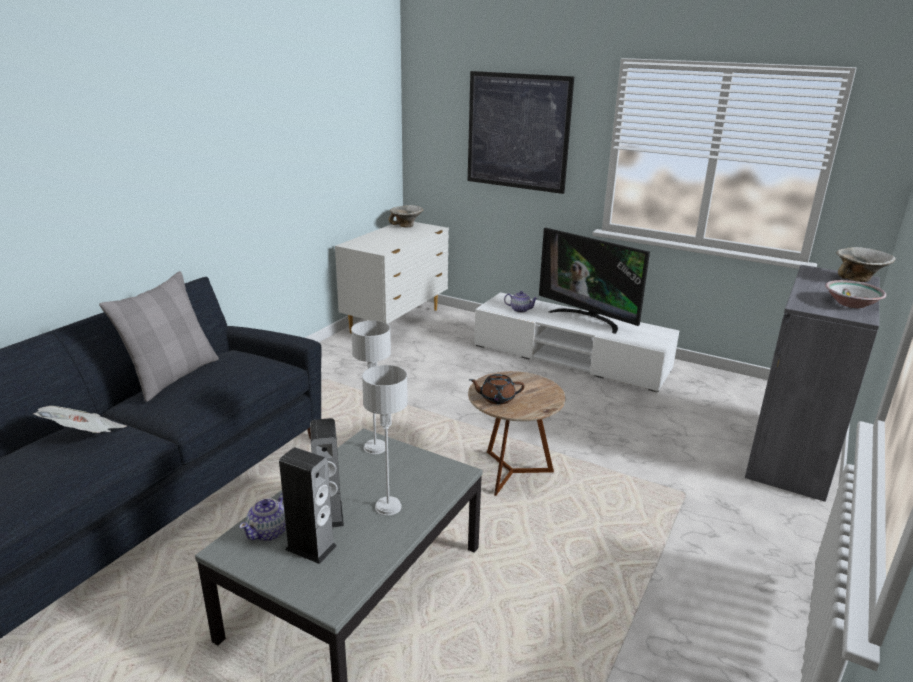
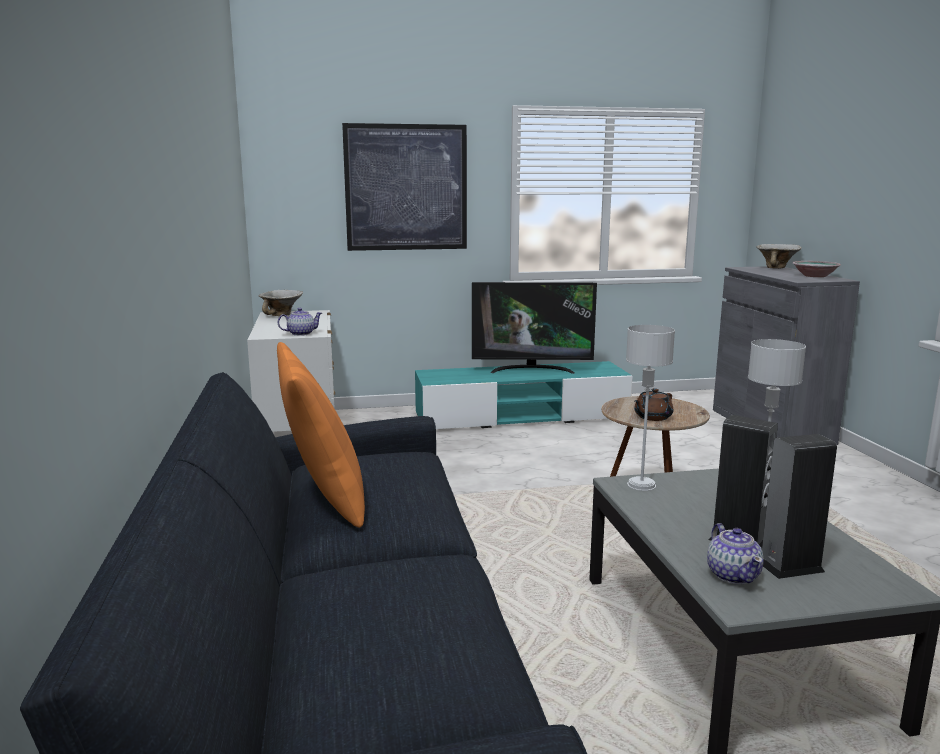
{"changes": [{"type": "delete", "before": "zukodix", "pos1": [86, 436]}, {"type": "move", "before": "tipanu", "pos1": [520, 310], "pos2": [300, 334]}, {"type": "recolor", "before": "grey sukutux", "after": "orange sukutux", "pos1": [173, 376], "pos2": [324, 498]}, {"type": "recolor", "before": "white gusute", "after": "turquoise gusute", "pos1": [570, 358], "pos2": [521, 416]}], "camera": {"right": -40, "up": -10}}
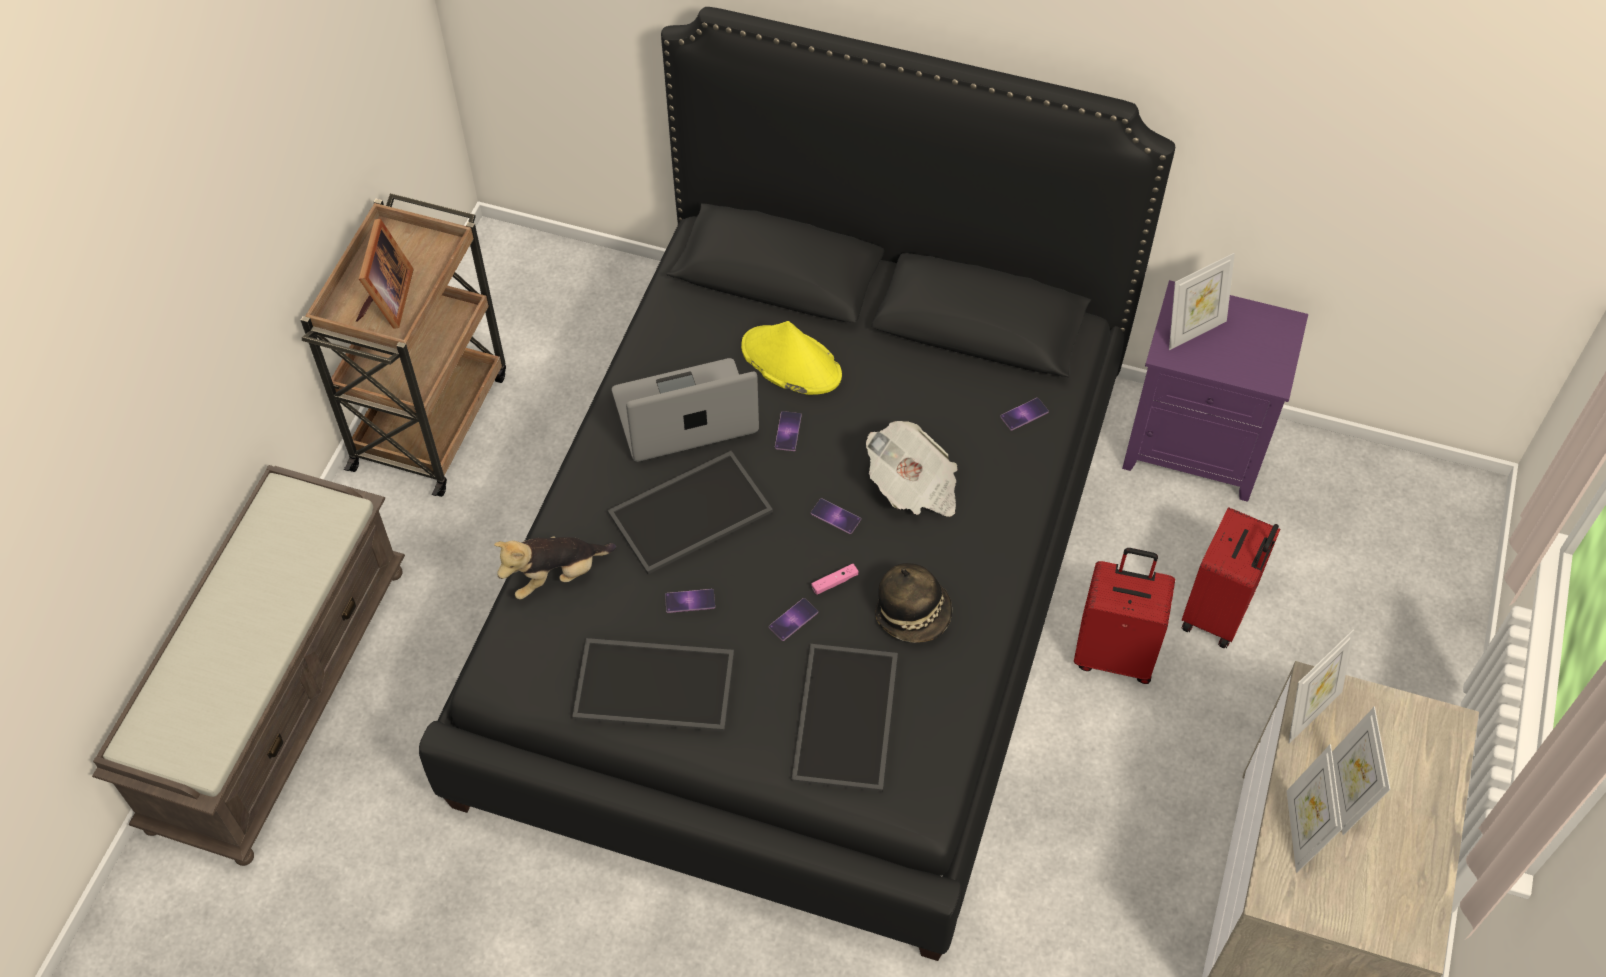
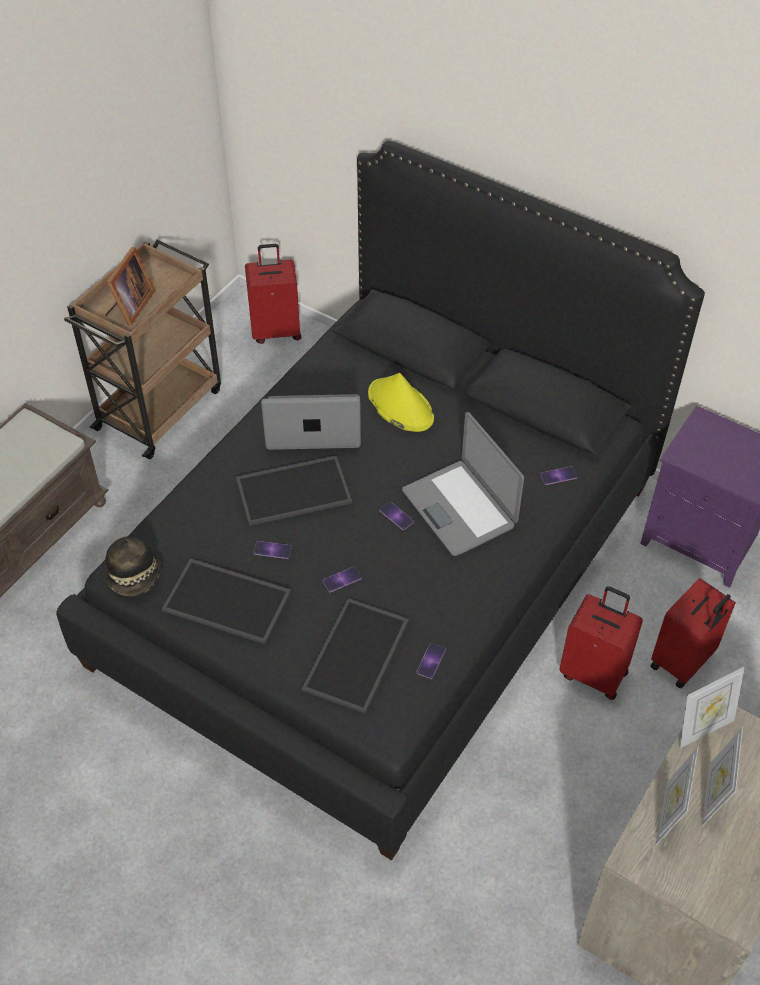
{"changes": [{"type": "delete", "before": "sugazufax", "pos1": [556, 576]}, {"type": "delete", "before": "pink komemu", "pos1": [834, 582]}, {"type": "delete", "before": "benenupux", "pos1": [1193, 330]}, {"type": "insert", "after": "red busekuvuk", "pos2": [276, 331]}, {"type": "move", "before": "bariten", "pos1": [788, 431], "pos2": [431, 661]}, {"type": "move", "before": "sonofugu", "pos1": [914, 614], "pos2": [135, 577]}, {"type": "replace", "before": "zukodix", "after": "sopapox", "pos1": [913, 487], "pos2": [460, 508]}], "camera": {"right": 15, "up": -5}}
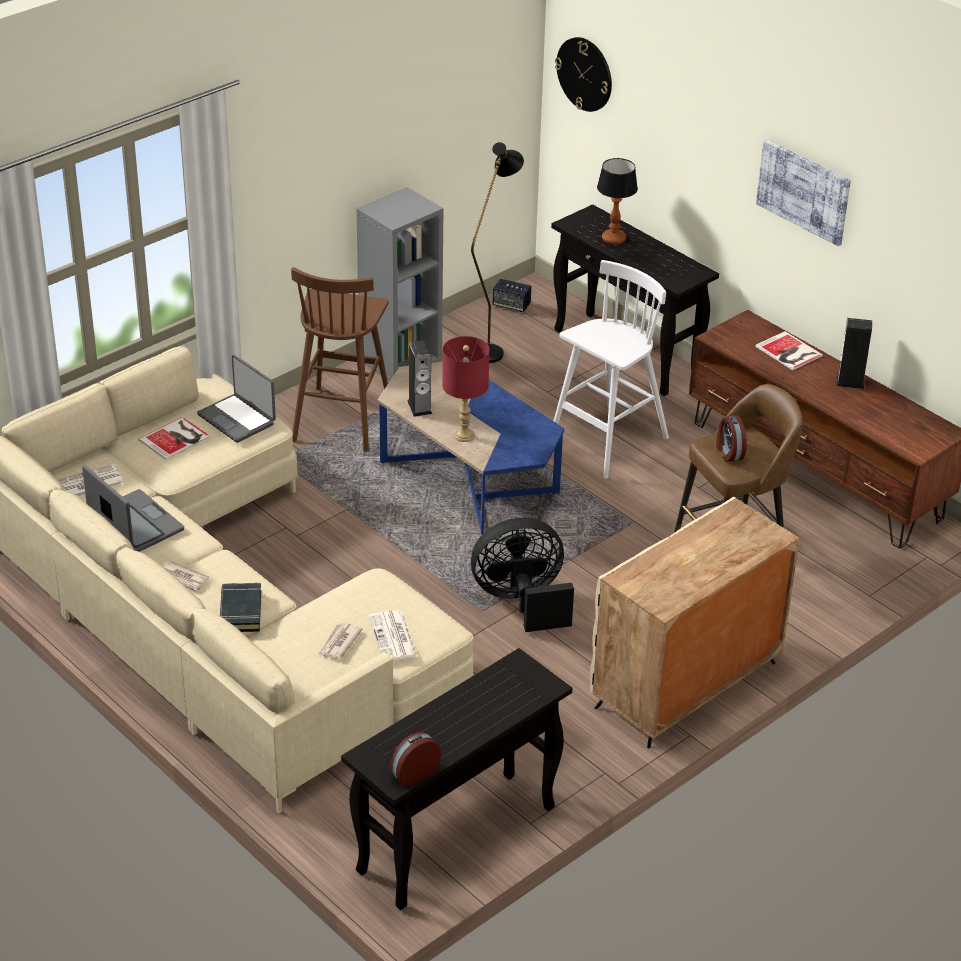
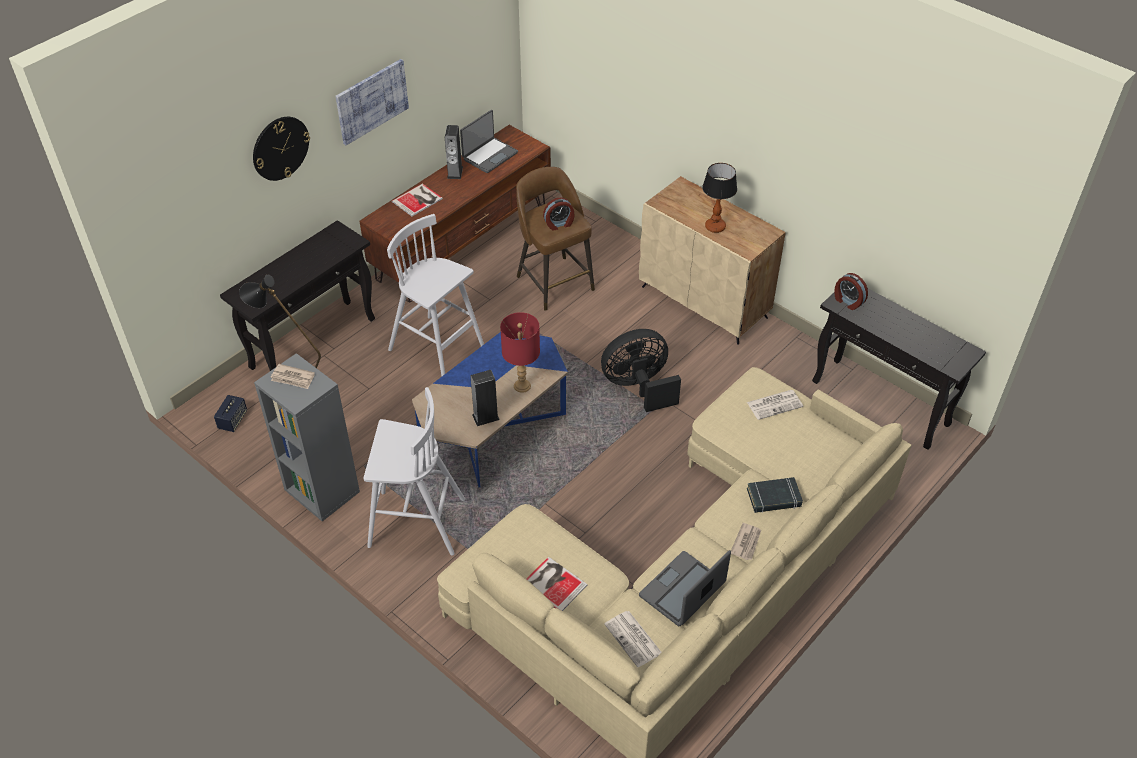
{"changes": [{"type": "move", "before": "sopapox", "pos1": [237, 419], "pos2": [489, 155]}, {"type": "move", "before": "zukodix", "pos1": [338, 643], "pos2": [293, 378]}, {"type": "move", "before": "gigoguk", "pos1": [414, 773], "pos2": [848, 301]}, {"type": "move", "before": "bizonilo", "pos1": [585, 74], "pos2": [280, 148]}, {"type": "move", "before": "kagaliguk", "pos1": [614, 239], "pos2": [714, 227]}, {"type": "recolor", "before": "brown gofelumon", "after": "white gofelumon", "pos1": [342, 418], "pos2": [414, 522]}, {"type": "rotate", "before": "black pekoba", "pos1": [522, 602], "pos2": [639, 387], "turn": 90}], "camera": {"right": -95, "up": 10}}
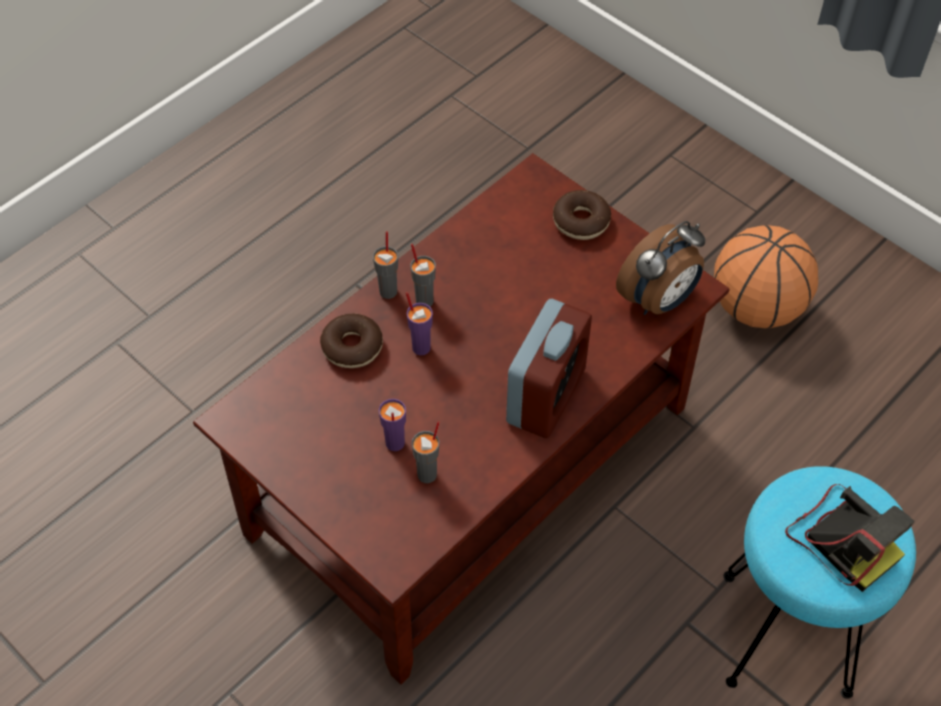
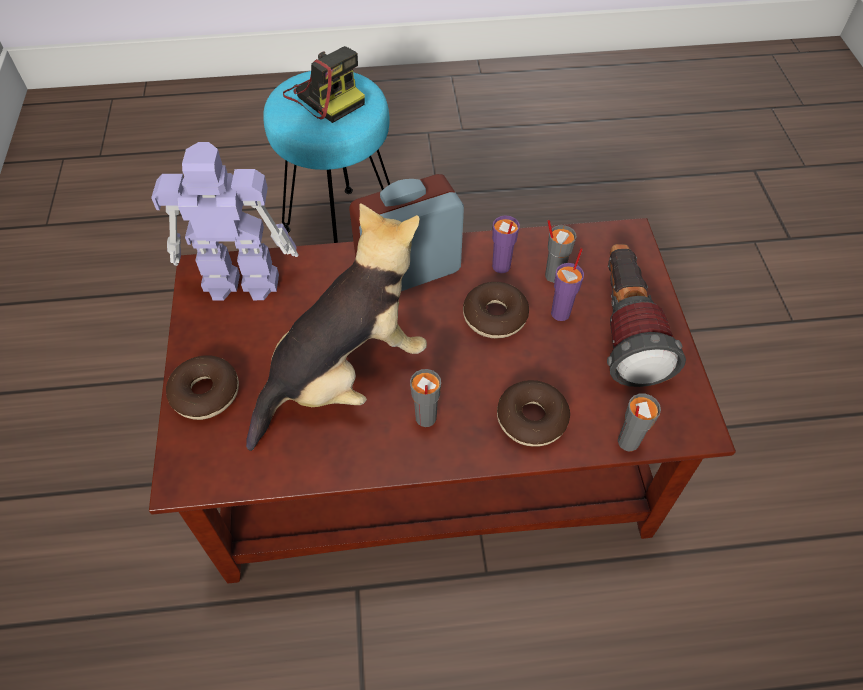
{"changes": [{"type": "delete", "before": "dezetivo", "pos1": [756, 307]}, {"type": "insert", "after": "sugazufax", "pos2": [346, 374]}, {"type": "insert", "after": "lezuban", "pos2": [495, 316]}, {"type": "insert", "after": "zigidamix", "pos2": [625, 329]}, {"type": "move", "before": "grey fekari", "pos1": [388, 291], "pos2": [627, 442]}, {"type": "move", "before": "purple fekari", "pos1": [421, 347], "pos2": [501, 266]}, {"type": "replace", "before": "gigoguk", "after": "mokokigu", "pos1": [659, 300], "pos2": [239, 281]}, {"type": "rotate", "before": "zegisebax", "pos1": [842, 539], "pos2": [325, 96], "turn": 135}], "camera": {"right": -140, "up": 0}}
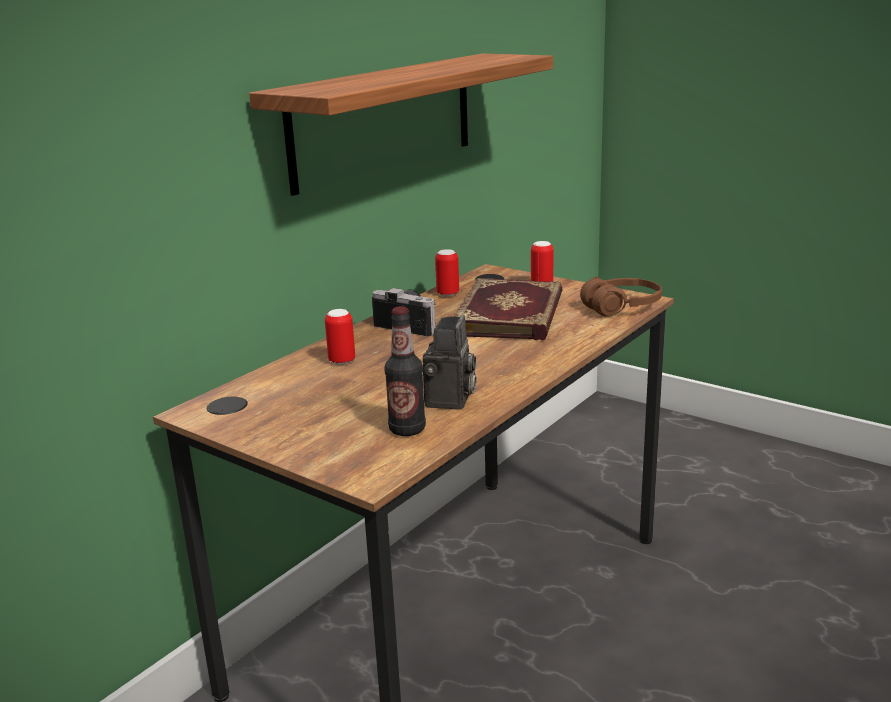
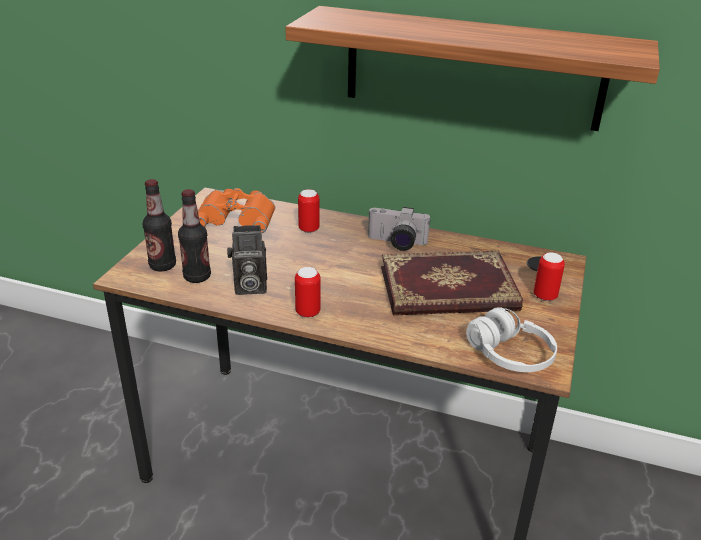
{"changes": [{"type": "insert", "after": "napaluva", "pos2": [162, 266]}, {"type": "insert", "after": "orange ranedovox", "pos2": [237, 216]}, {"type": "move", "before": "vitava", "pos1": [448, 294], "pos2": [308, 312]}, {"type": "recolor", "before": "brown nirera", "after": "white nirera", "pos1": [622, 307], "pos2": [510, 355]}, {"type": "rotate", "before": "zegisebax", "pos1": [410, 324], "pos2": [396, 243], "turn": 90}], "camera": {"right": 70, "up": 10}}
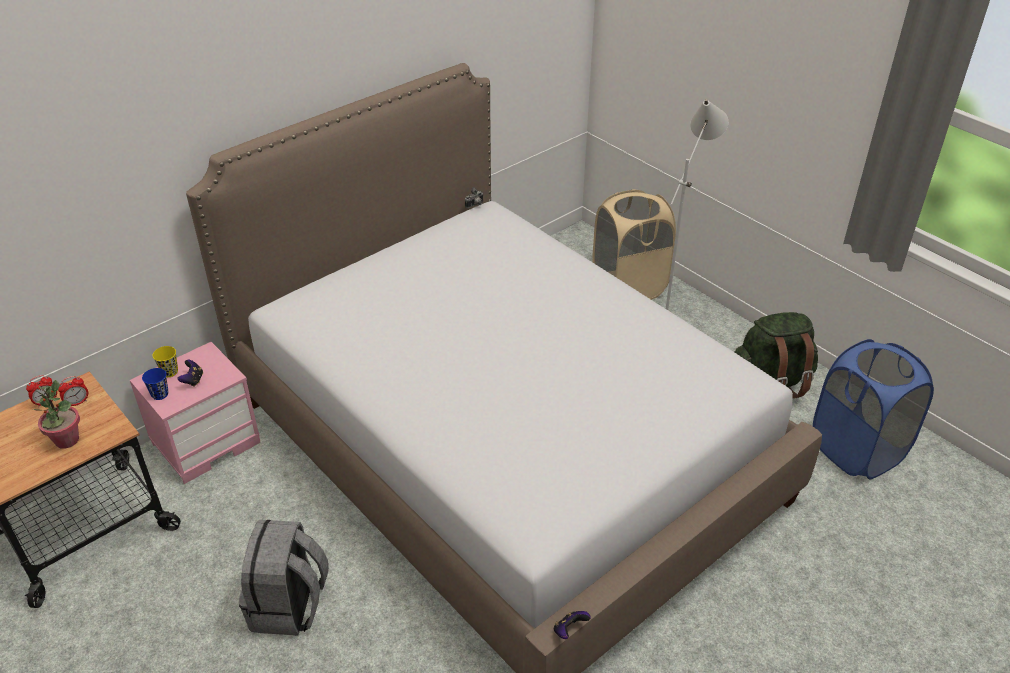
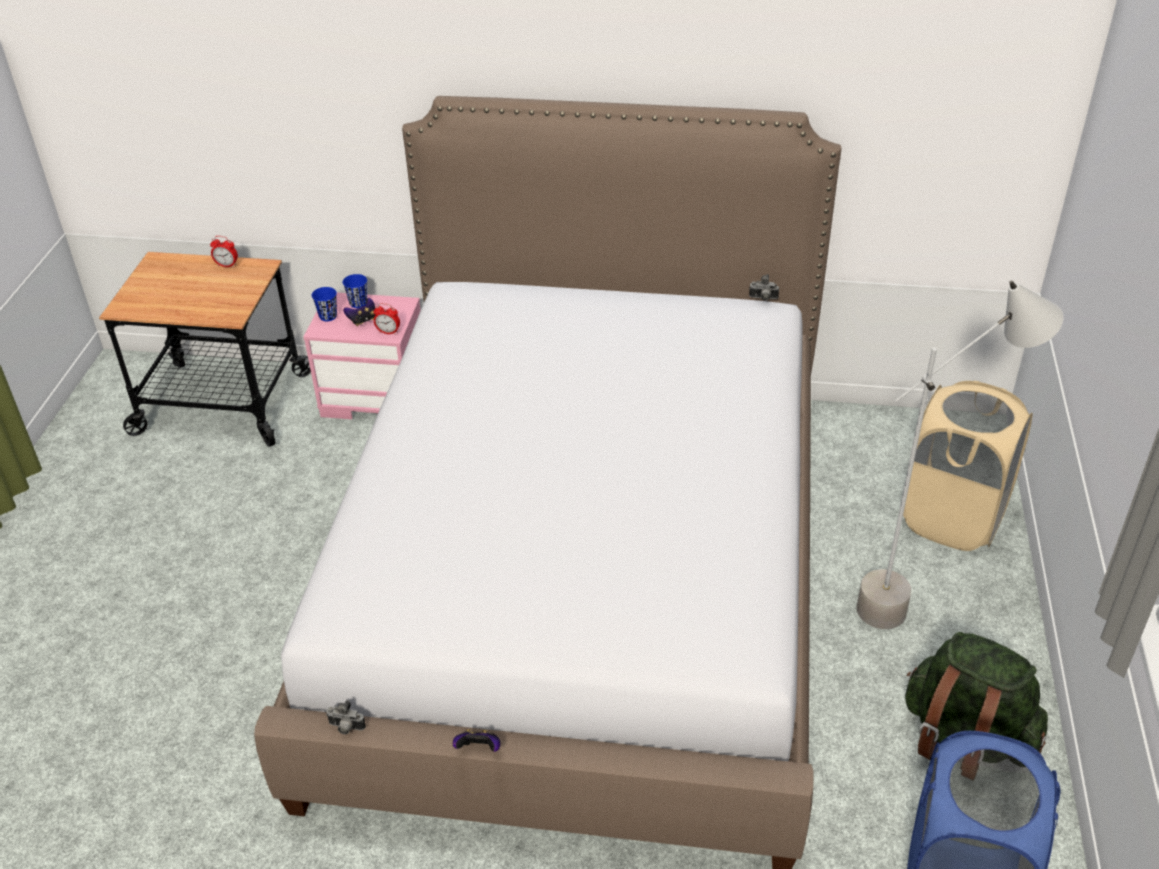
{"changes": [{"type": "delete", "before": "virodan", "pos1": [66, 440]}, {"type": "delete", "before": "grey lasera", "pos1": [289, 606]}, {"type": "insert", "after": "zegisebax", "pos2": [345, 728]}, {"type": "move", "before": "gigoguk", "pos1": [77, 403], "pos2": [388, 332]}, {"type": "move", "before": "komemu", "pos1": [569, 630], "pos2": [479, 749]}, {"type": "recolor", "before": "yellow fekari", "after": "blue fekari", "pos1": [169, 372], "pos2": [358, 303]}], "camera": {"right": 50, "up": 0}}
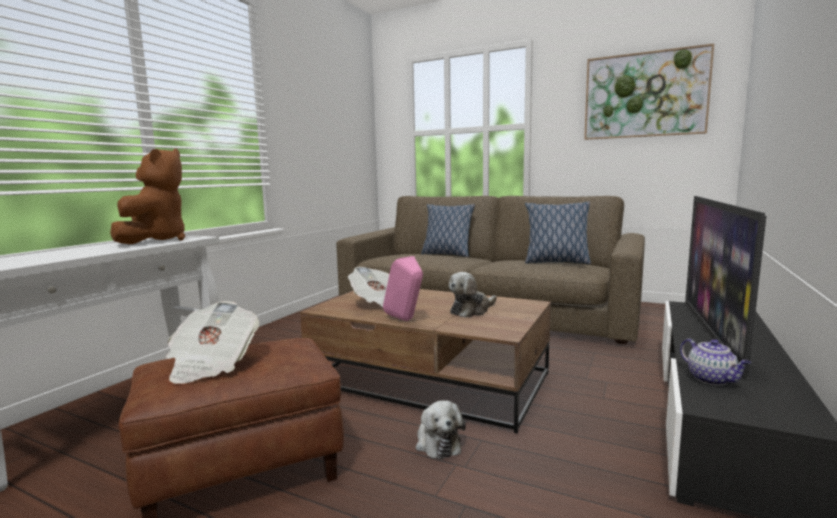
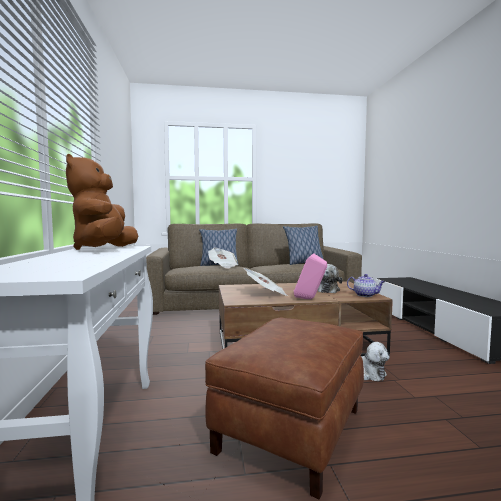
{"changes": [{"type": "delete", "before": "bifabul", "pos1": [645, 95]}, {"type": "delete", "before": "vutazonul", "pos1": [713, 334]}, {"type": "move", "before": "zukodix", "pos1": [212, 364], "pos2": [223, 266]}, {"type": "move", "before": "tipanu", "pos1": [712, 379], "pos2": [365, 295]}, {"type": "rotate", "before": "brown sugazufax", "pos1": [155, 240], "pos2": [104, 249], "turn": -150}], "camera": {"right": -35, "up": -5}}
